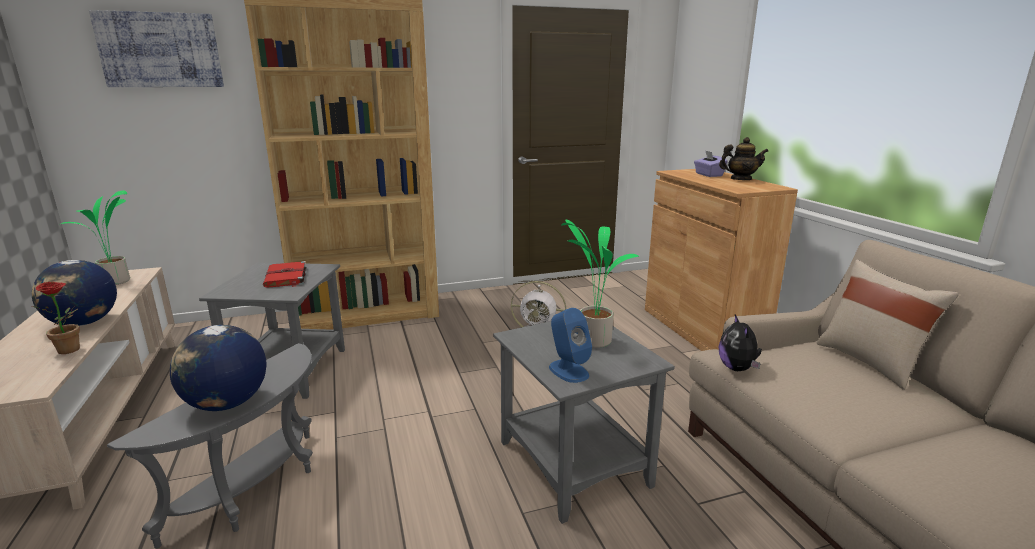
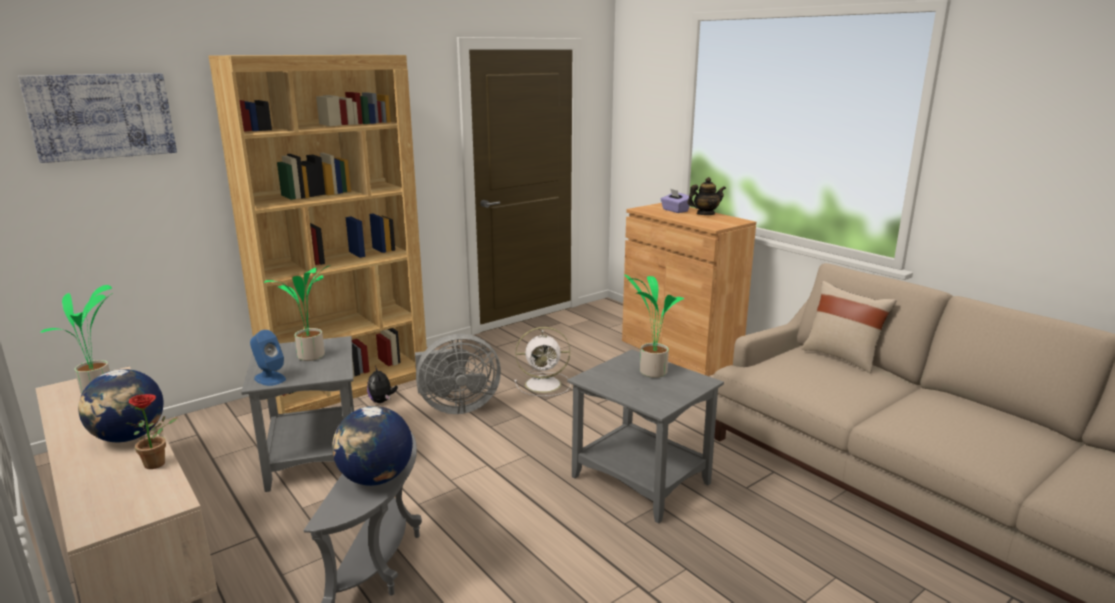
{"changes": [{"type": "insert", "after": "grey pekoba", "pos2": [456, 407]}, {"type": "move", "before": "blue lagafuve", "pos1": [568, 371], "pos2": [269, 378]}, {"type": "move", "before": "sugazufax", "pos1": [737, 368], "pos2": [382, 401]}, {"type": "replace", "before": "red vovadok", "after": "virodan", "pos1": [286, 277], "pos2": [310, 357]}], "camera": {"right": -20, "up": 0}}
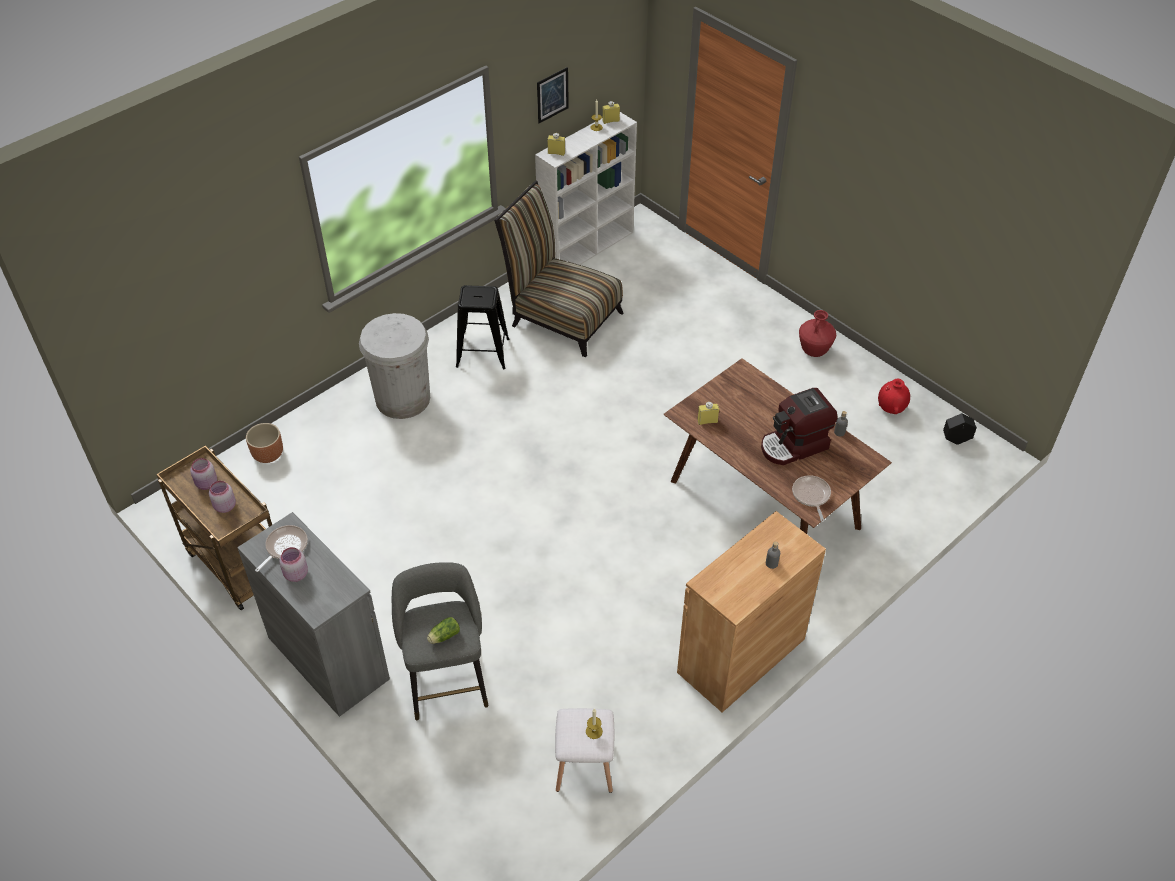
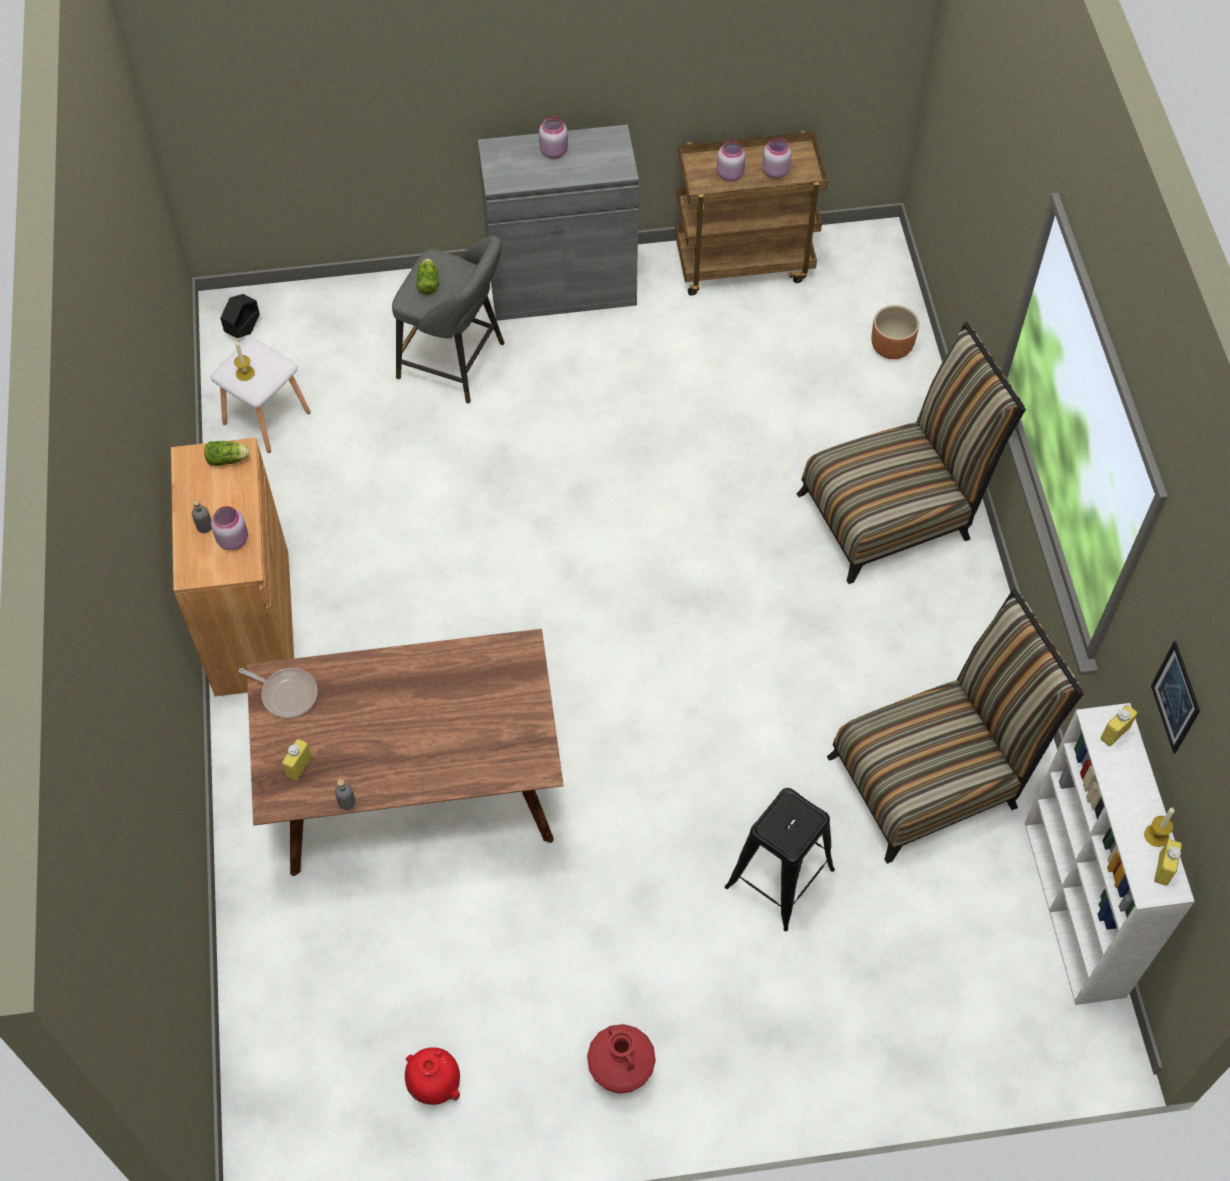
{"changes": [{"type": "delete", "before": "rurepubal", "pos1": [285, 547]}, {"type": "delete", "before": "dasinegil", "pos1": [794, 446]}, {"type": "insert", "after": "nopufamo", "pos2": [229, 459]}, {"type": "insert", "after": "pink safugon", "pos2": [233, 539]}, {"type": "move", "before": "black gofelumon", "pos1": [483, 353], "pos2": [779, 878]}, {"type": "move", "before": "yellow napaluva", "pos1": [707, 421], "pos2": [299, 767]}, {"type": "move", "before": "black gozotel", "pos1": [956, 440], "pos2": [244, 330]}, {"type": "replace", "before": "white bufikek", "after": "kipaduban", "pos1": [403, 398], "pos2": [894, 512]}], "camera": {"right": 125, "up": 10}}
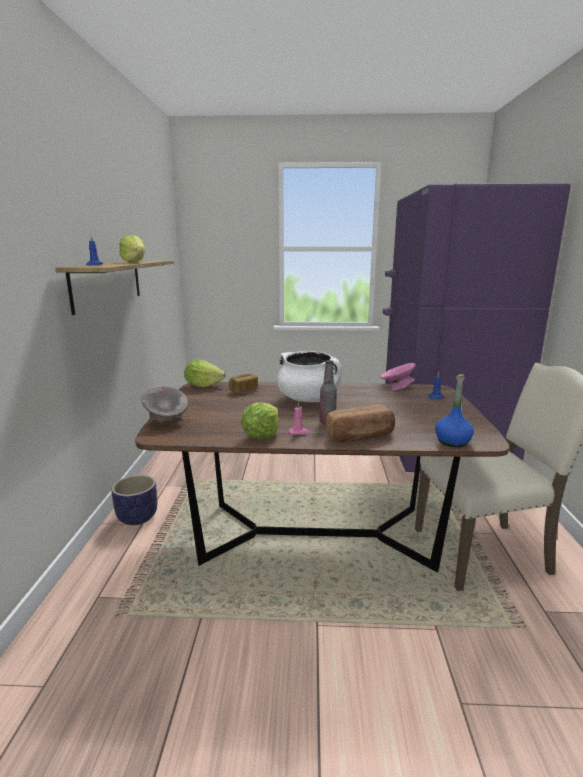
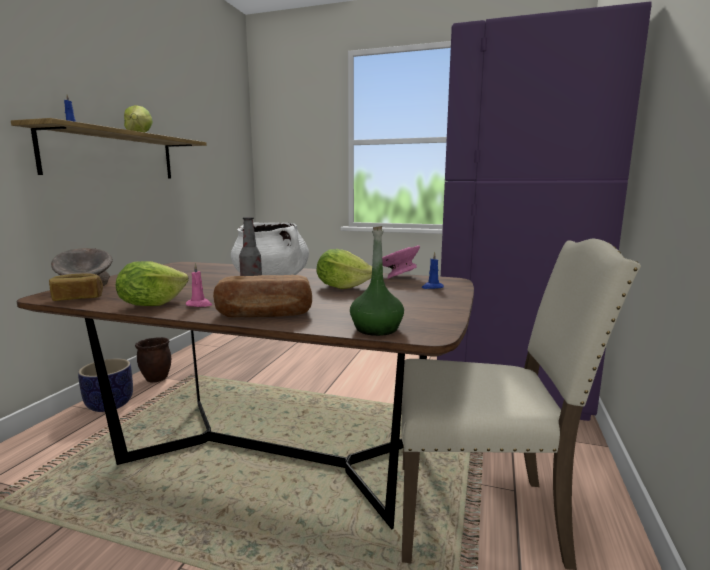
{"changes": [{"type": "insert", "after": "brown gozotel", "pos2": [157, 378]}, {"type": "move", "before": "nopufamo", "pos1": [203, 385], "pos2": [342, 287]}, {"type": "move", "before": "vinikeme", "pos1": [243, 390], "pos2": [77, 298]}, {"type": "recolor", "before": "blue napaluva", "after": "green napaluva", "pos1": [452, 441], "pos2": [376, 329]}], "camera": {"right": 15, "up": -5}}
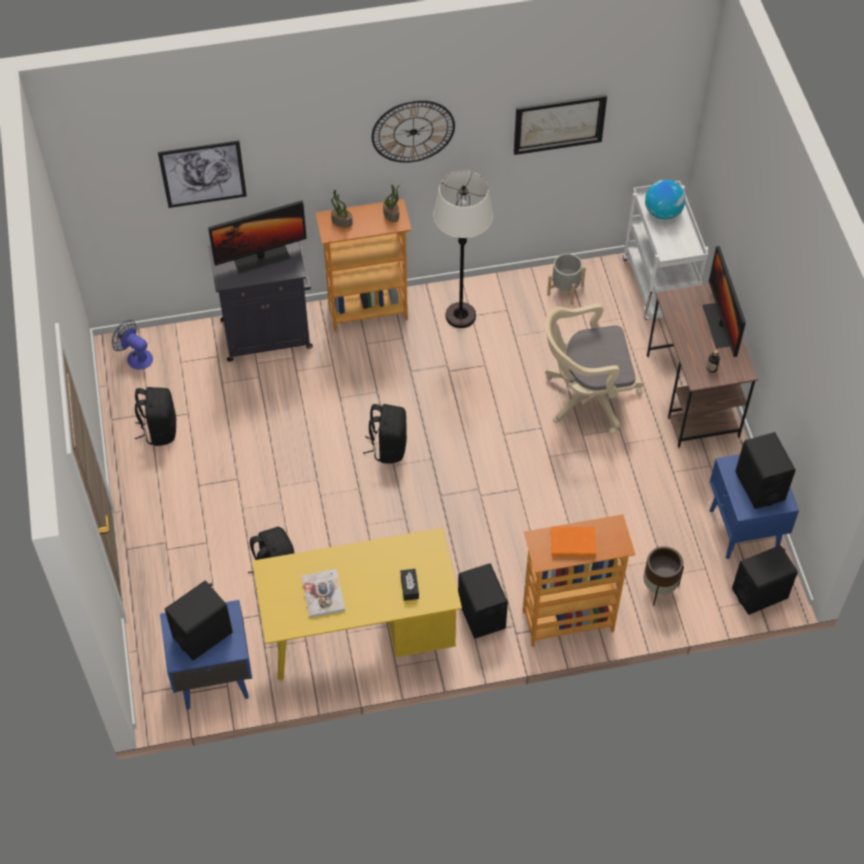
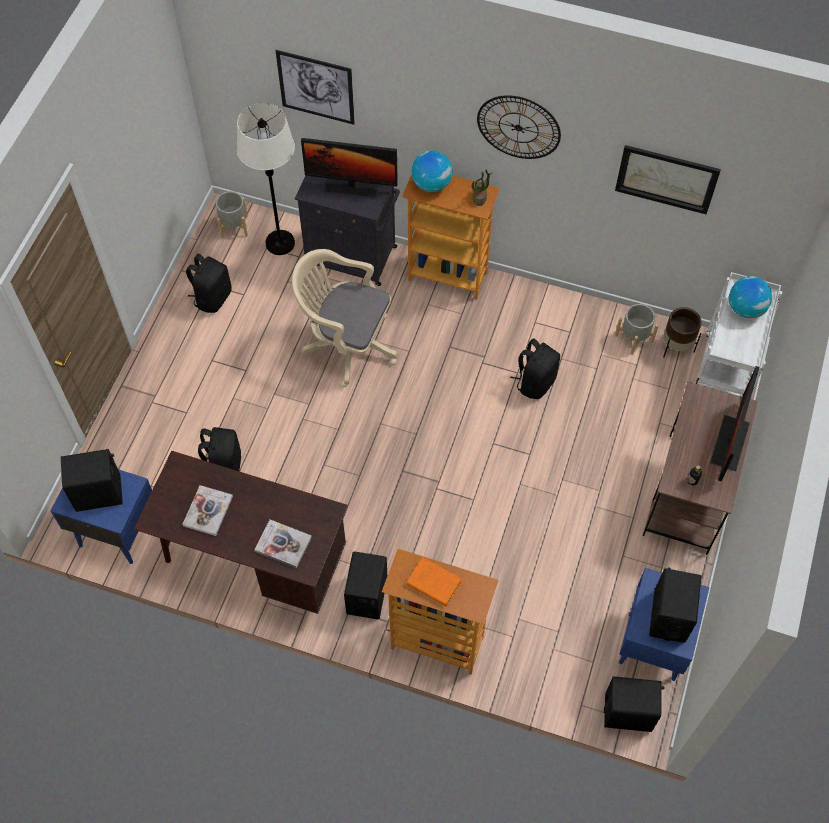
{"changes": [{"type": "move", "before": "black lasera", "pos1": [388, 447], "pos2": [535, 382]}, {"type": "move", "before": "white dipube", "pos1": [461, 315], "pos2": [280, 243]}, {"type": "move", "before": "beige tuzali", "pos1": [585, 396], "pos2": [346, 344]}, {"type": "move", "before": "brown gozotel", "pos1": [658, 588], "pos2": [676, 347]}, {"type": "replace", "before": "pekoba", "after": "grey gozotel", "pos1": [136, 357], "pos2": [234, 226]}, {"type": "replace", "before": "virodan", "after": "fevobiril", "pos1": [341, 221], "pos2": [431, 184]}, {"type": "replace", "before": "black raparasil", "after": "vovadok", "pos1": [409, 587], "pos2": [283, 544]}, {"type": "recolor", "before": "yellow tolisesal", "after": "brown tolisesal", "pos1": [360, 638], "pos2": [253, 561]}], "camera": {"right": 30, "up": 5}}
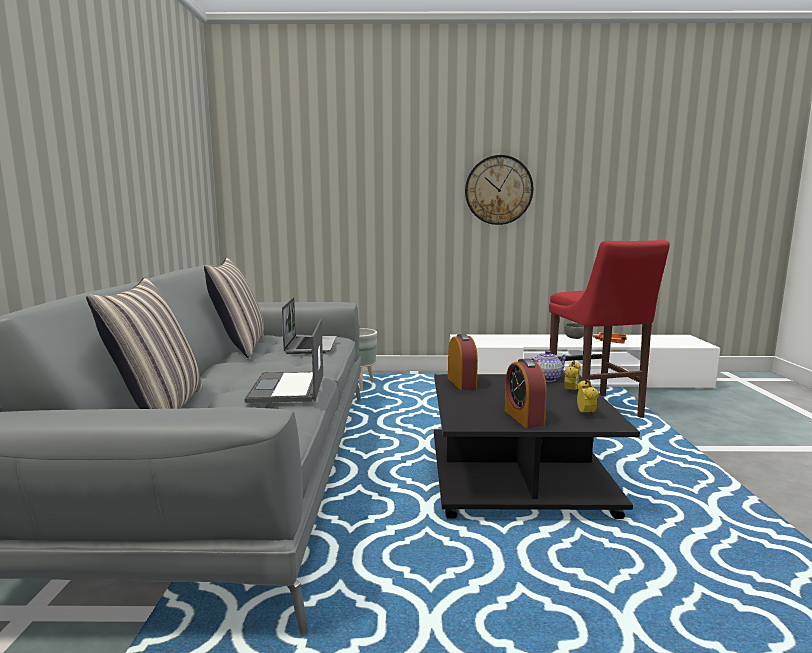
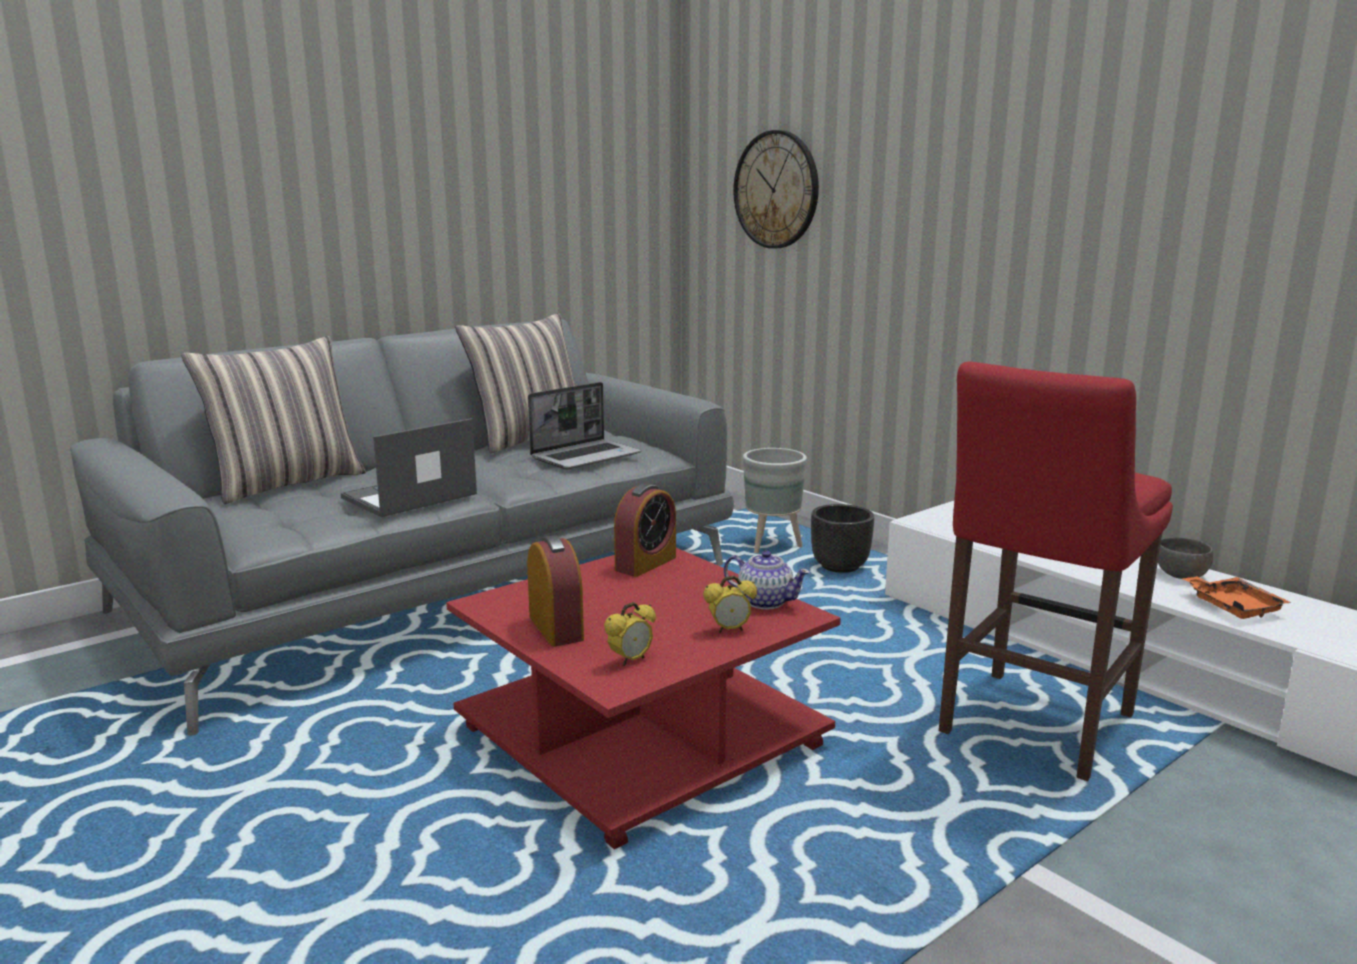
{"changes": [{"type": "insert", "after": "black gozotel", "pos2": [840, 567]}, {"type": "move", "before": "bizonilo", "pos1": [498, 190], "pos2": [776, 190]}, {"type": "recolor", "before": "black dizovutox", "after": "red dizovutox", "pos1": [515, 477], "pos2": [642, 736]}, {"type": "rotate", "before": "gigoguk", "pos1": [523, 417], "pos2": [556, 628], "turn": 120}], "camera": {"right": 50, "up": 5}}
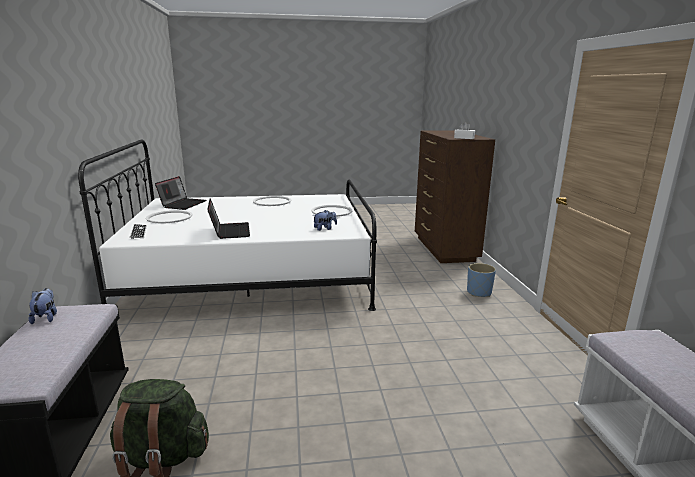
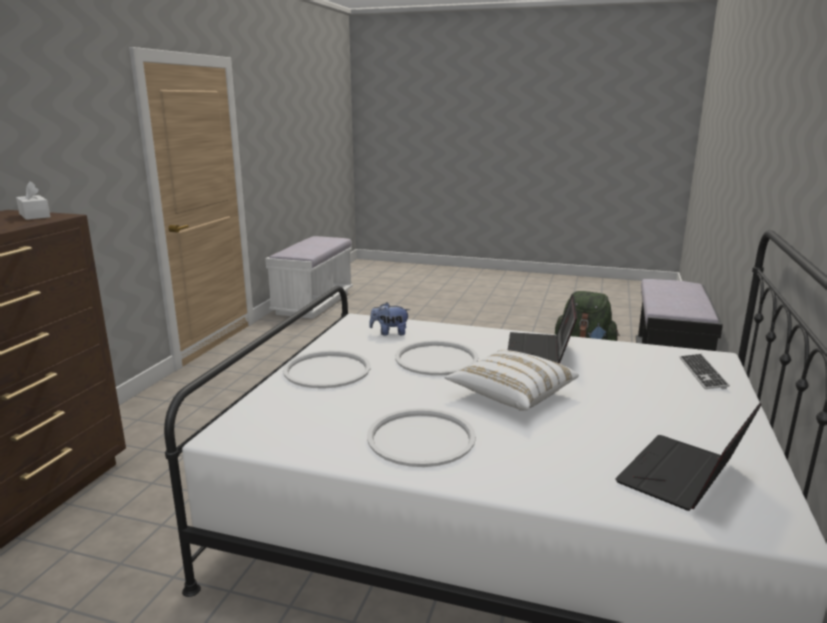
{"changes": [{"type": "delete", "before": "sugazufax", "pos1": [46, 317]}, {"type": "delete", "before": "blue gozotel", "pos1": [479, 292]}, {"type": "insert", "after": "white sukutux", "pos2": [511, 395]}, {"type": "move", "before": "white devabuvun", "pos1": [169, 217], "pos2": [436, 359]}], "camera": {"right": -155, "up": 0}}
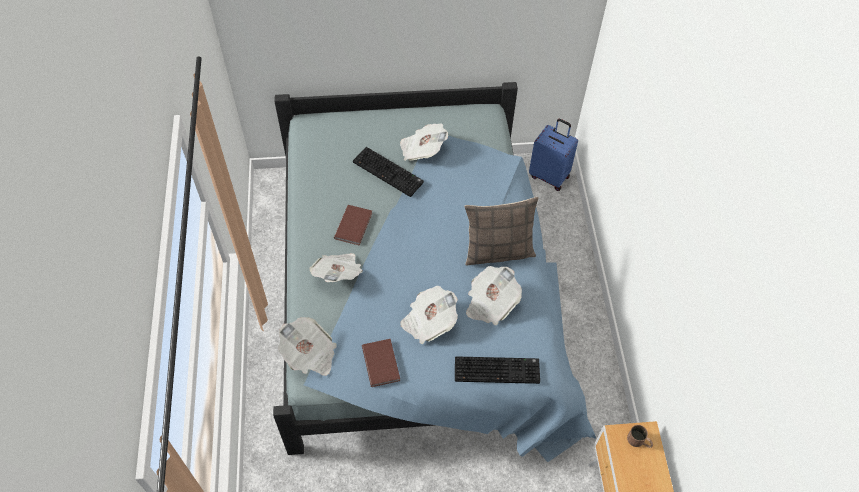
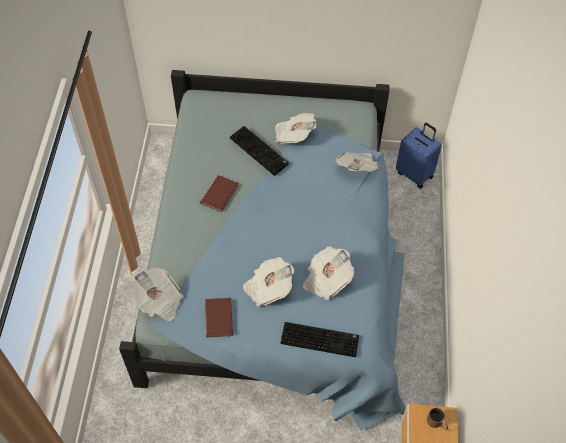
{"changes": [{"type": "delete", "before": "sukutux", "pos1": [498, 251]}, {"type": "move", "before": "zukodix", "pos1": [338, 274], "pos2": [357, 168]}], "camera": {"right": 10, "up": 0}}
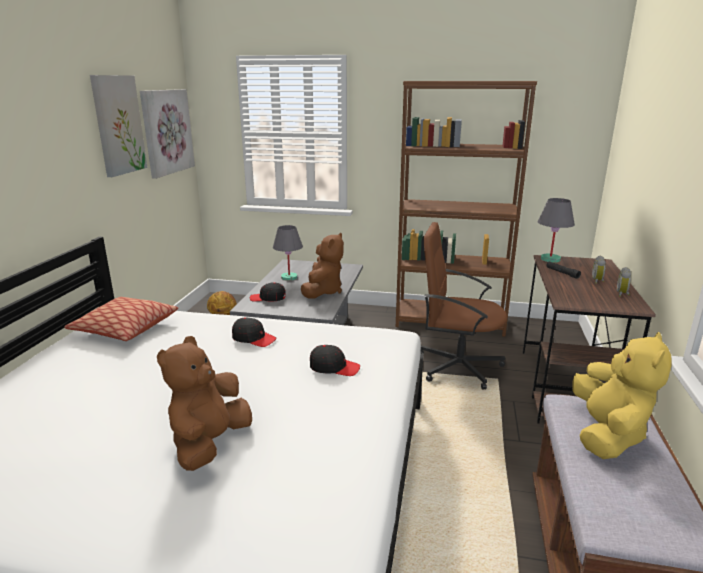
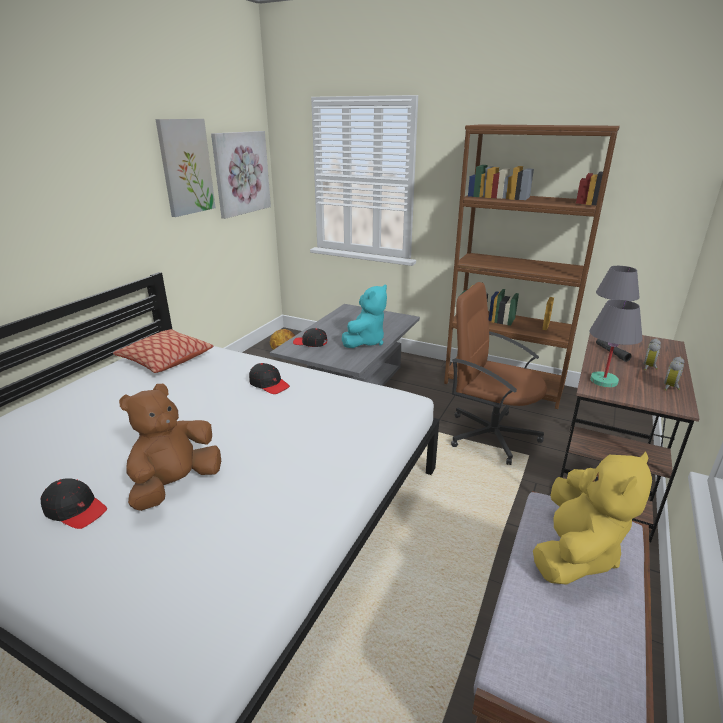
{"changes": [{"type": "move", "before": "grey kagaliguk", "pos1": [289, 277], "pos2": [603, 381]}, {"type": "move", "before": "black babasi", "pos1": [334, 367], "pos2": [75, 509]}, {"type": "recolor", "before": "brown sugazufax", "after": "turquoise sugazufax", "pos1": [323, 291], "pos2": [365, 341]}], "camera": {"right": 15, "up": 5}}
